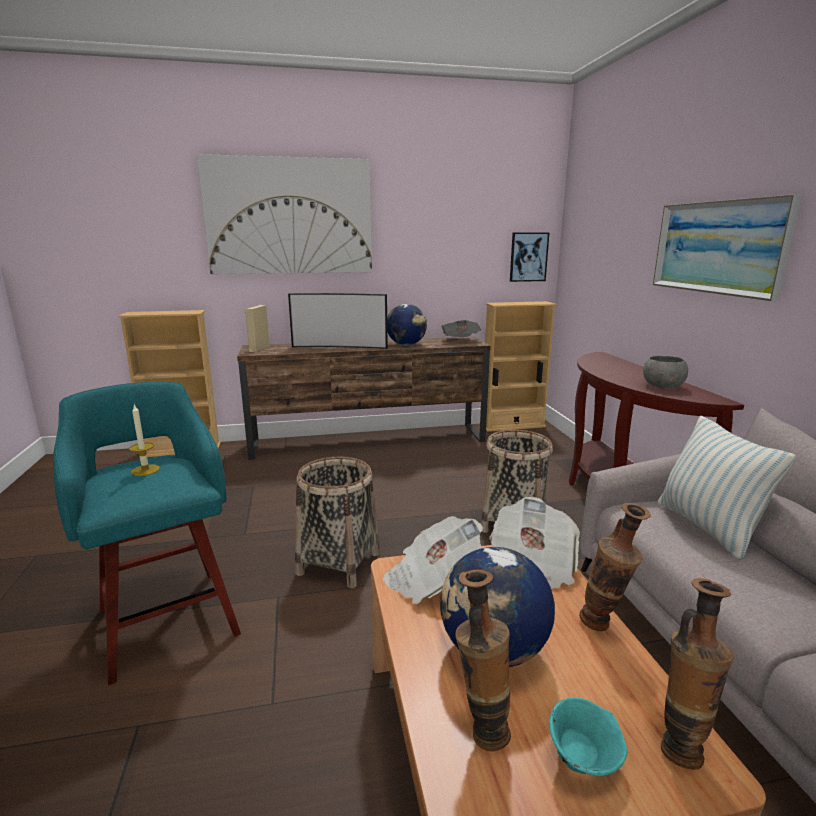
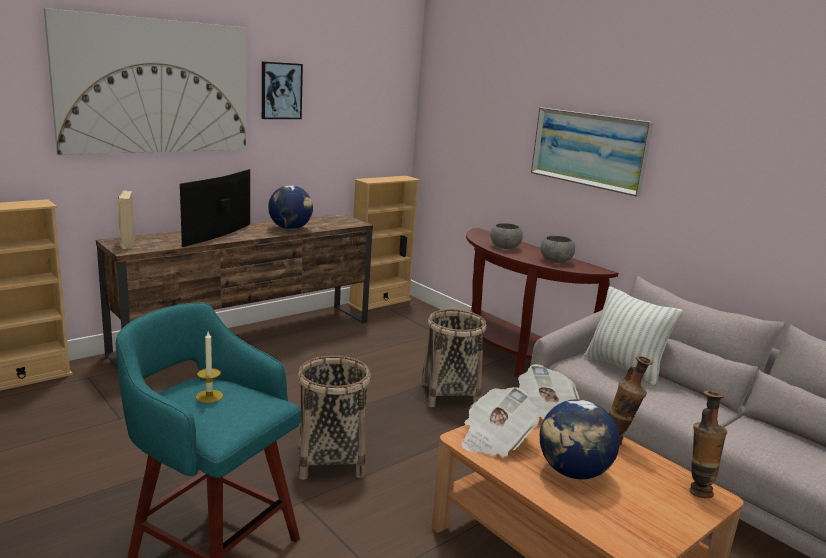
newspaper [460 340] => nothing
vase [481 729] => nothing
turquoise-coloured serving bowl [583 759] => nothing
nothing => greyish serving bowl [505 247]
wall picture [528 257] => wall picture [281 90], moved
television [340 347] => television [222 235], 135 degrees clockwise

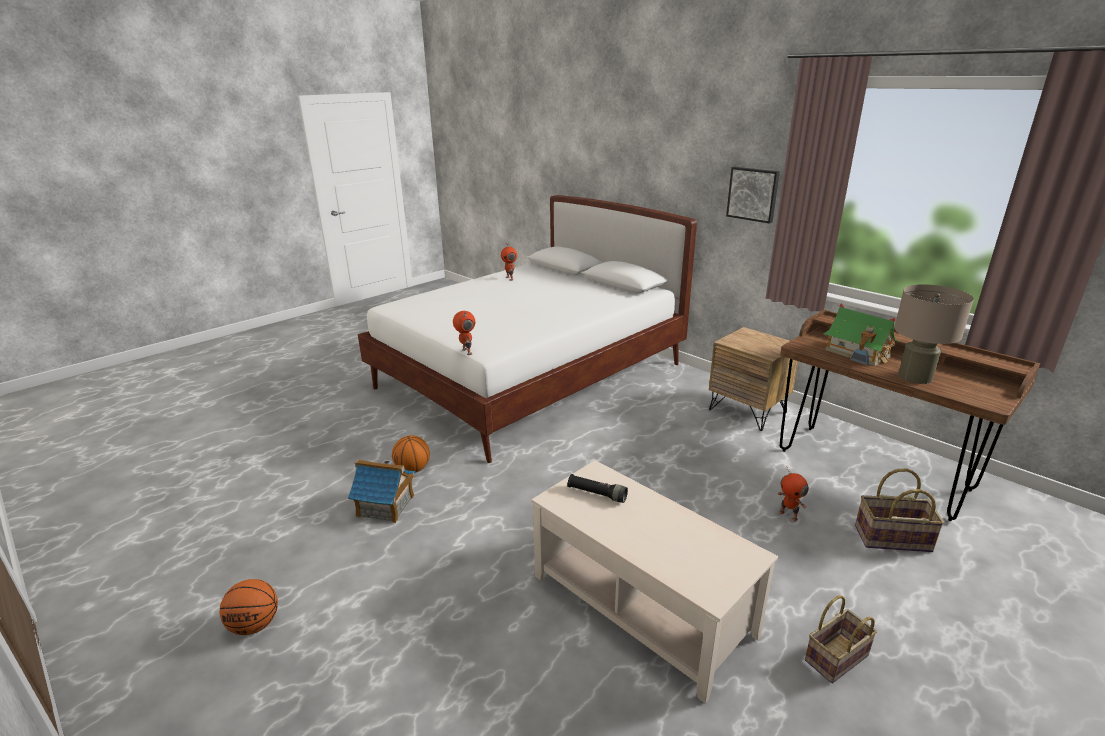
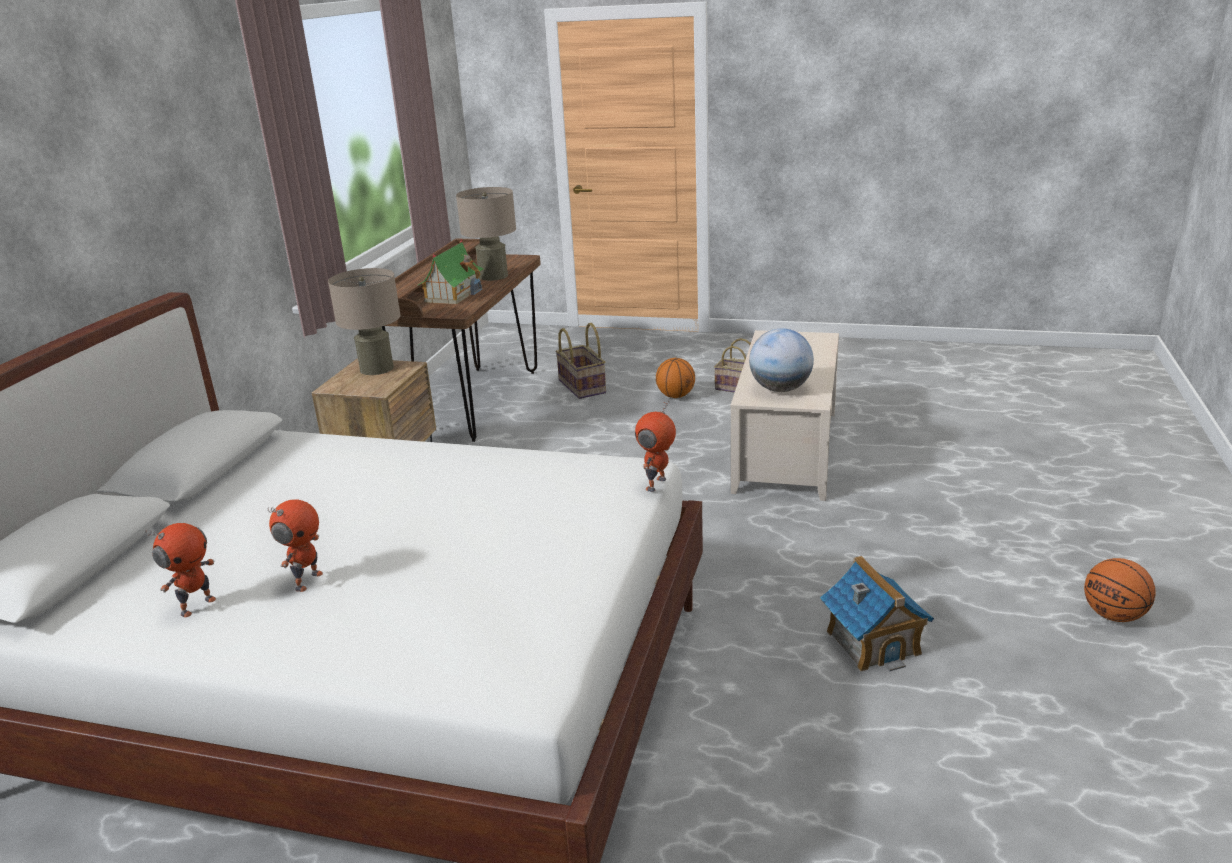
wall picture [753 194] => nothing
nothing => beige lamp for a table [377 368]
basketball ball [412 469] => basketball ball [676 396], moved
toy robot [788 515] => toy robot [307 581], moved
black-coloured torch [597 494] => desk globe [780 389]

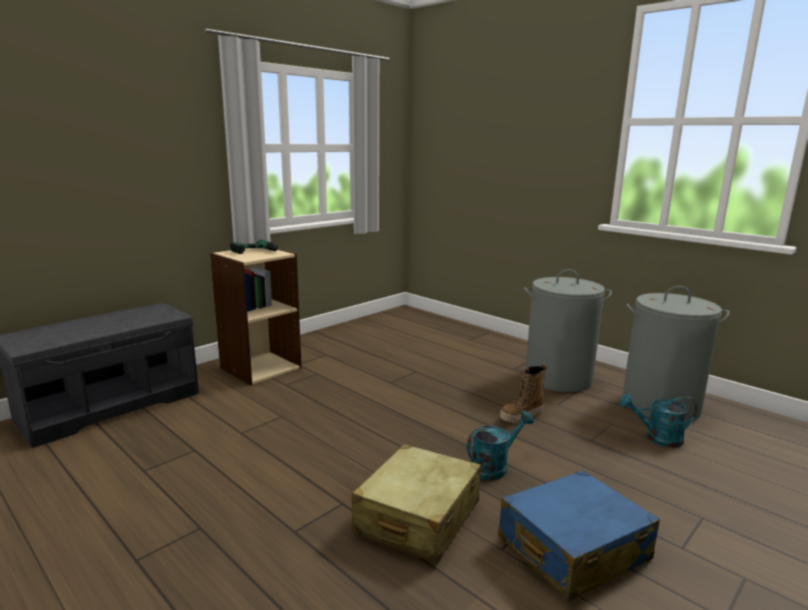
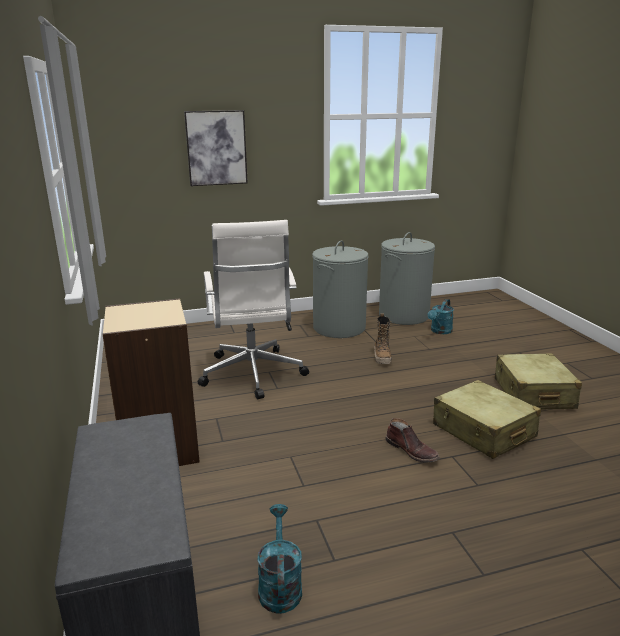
power drill [257 252] => nothing
nothing => wall picture [216 148]
nothing => whitish office chair [252 374]
nothing => brownish tall boot [412 451]
turquoise-coloured watering pot [494 466] => turquoise-coloured watering pot [279 585], moved
blue-coloured suitcase [572 549] => beige suitcase [533 393]

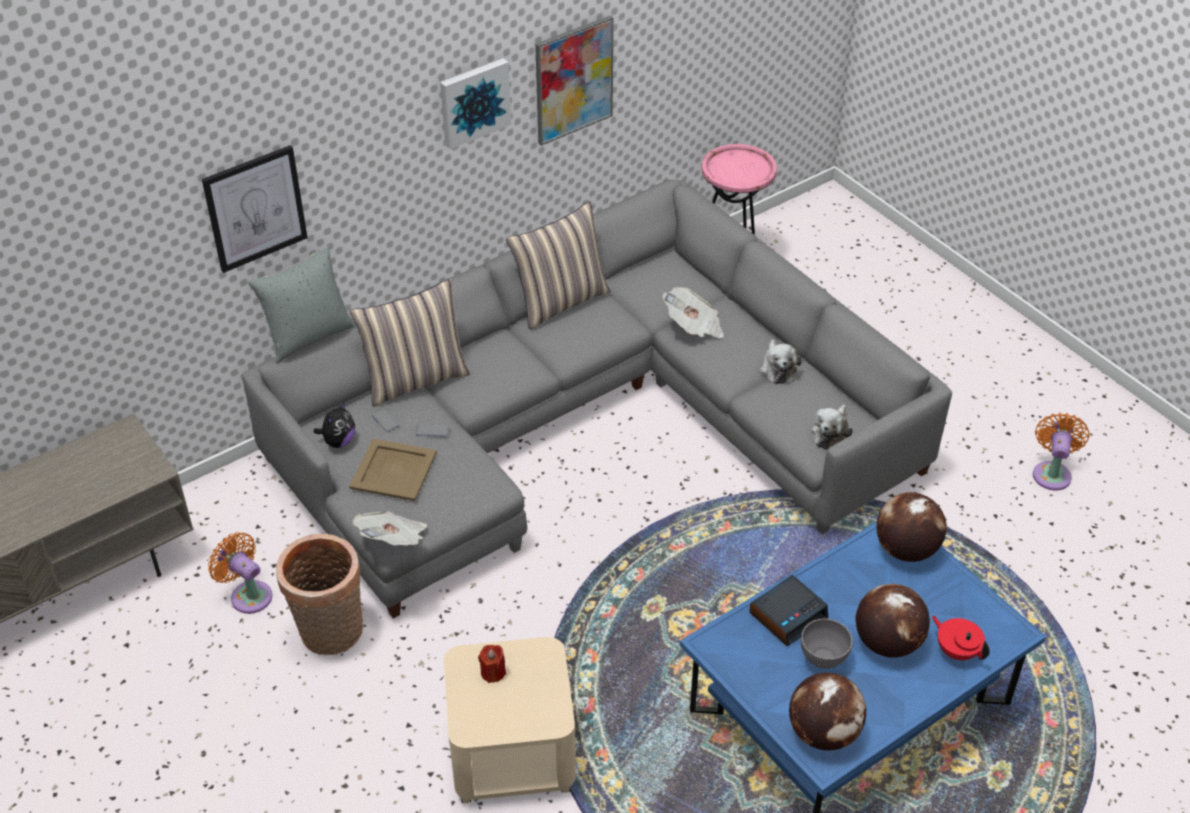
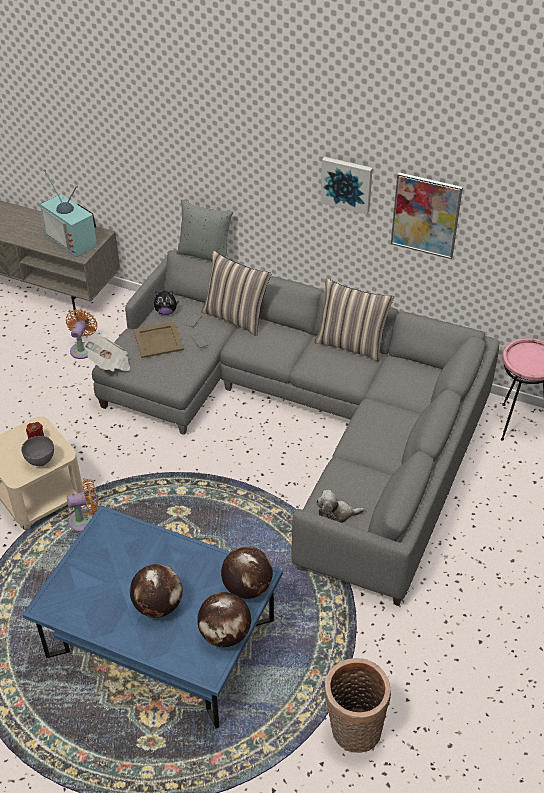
wall picture [255 208] => nothing
newspaper [693 327] => nothing
bedside clock [788 615] => nothing
soft toy [777 368] => nothing
red teapot [957 650] => nothing
nothing => television [74 240]
storage basket [330 635] => storage basket [353 732], moved
desk globe [824 733] => desk globe [225 634], moved
greyish serving bowl [822 662] => greyish serving bowl [40 462], moved
orange-coloured fan [1052 473] => orange-coloured fan [86 520], moved

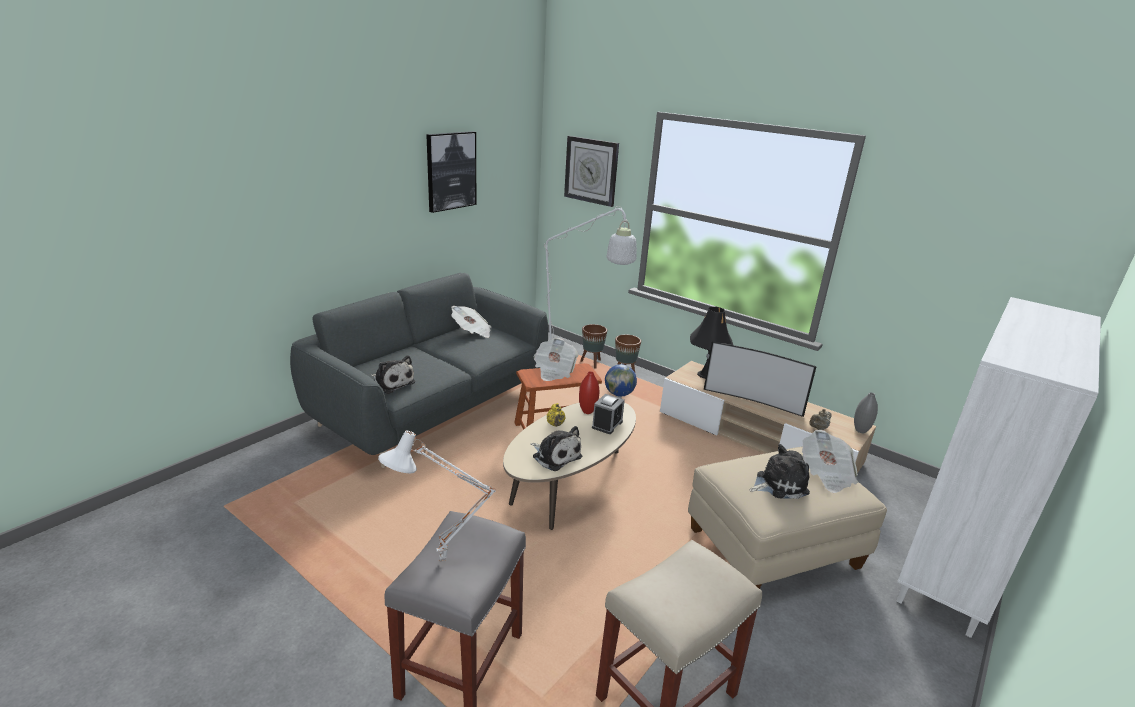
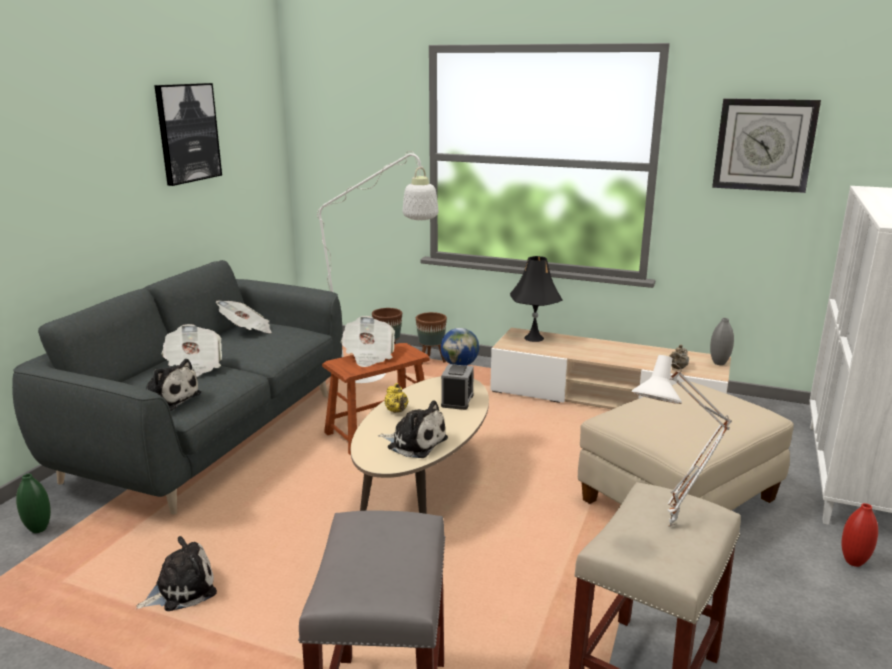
television [753 400] => nothing
nothing => green vase [39 529]
whitish lamp for a table [442 563] => whitish lamp for a table [674 527], moved
hanging clock [591 170] => hanging clock [764 145], moved
red vase [587 411] => red vase [853 562], moved
soft toy [778 484] => soft toy [181 589], moved
newspaper [826 474] => newspaper [194 366], moved

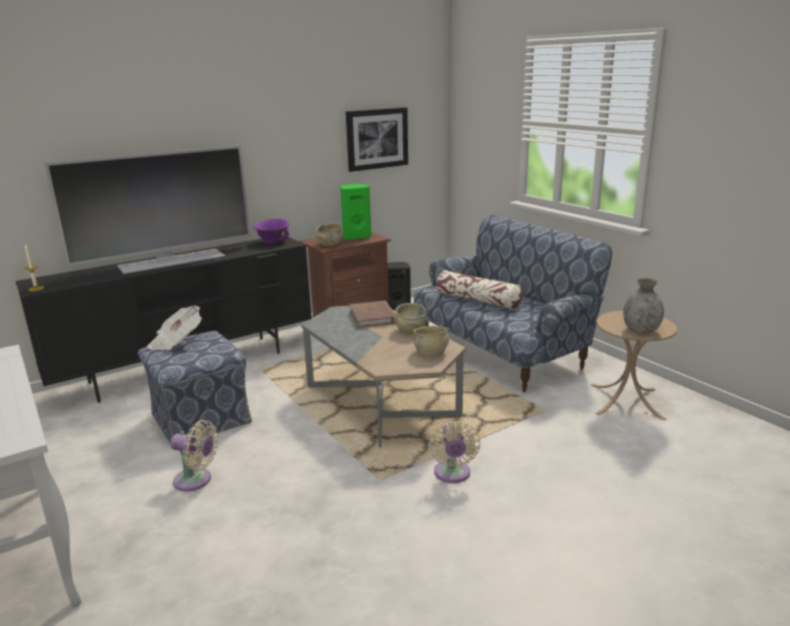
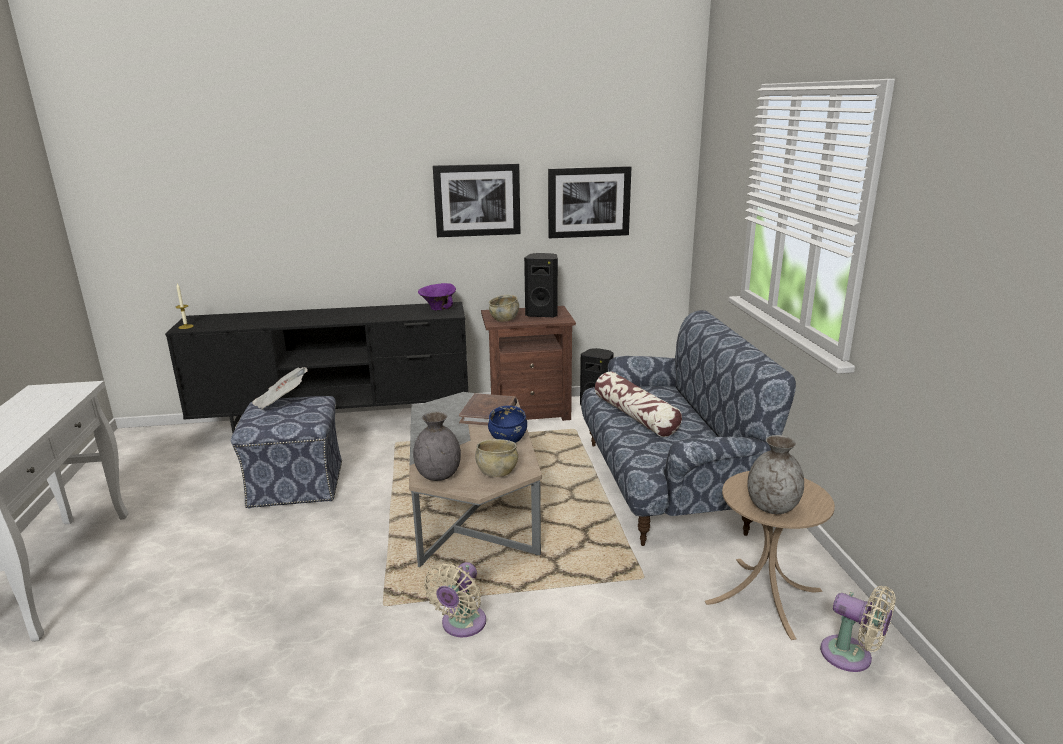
television [171 261] => nothing
nothing => greyish vase [438 475]
nothing => wall picture [477 200]
beige fan [196 480] => beige fan [851 657], moved
green speaker [356 237] => black-coloured speaker [542 314]
beige serving bowl [410 330] => blue-coloured serving bowl [508 439]

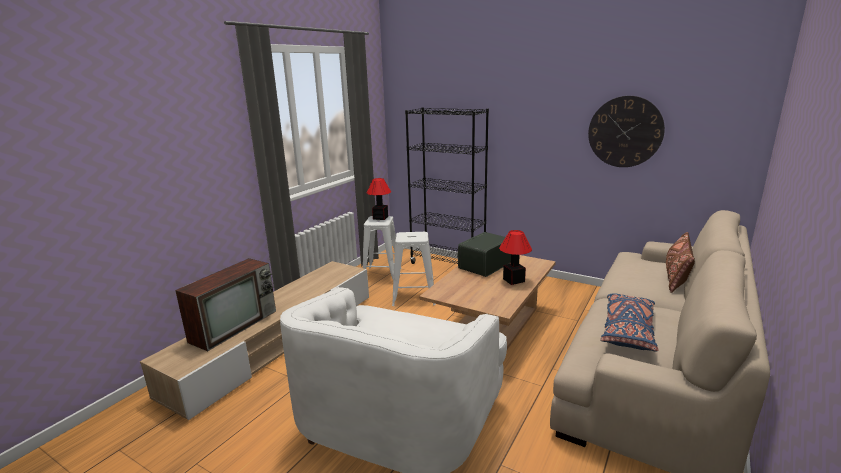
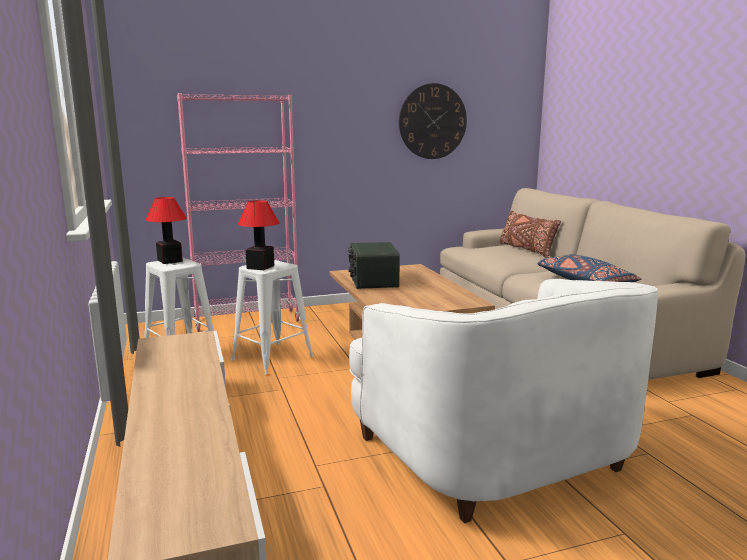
television [235 325] => nothing
lamp for a table [514 280] => lamp for a table [261 267], moved
black-coloured bookshelf [448 265] => pink-coloured bookshelf [247 320]

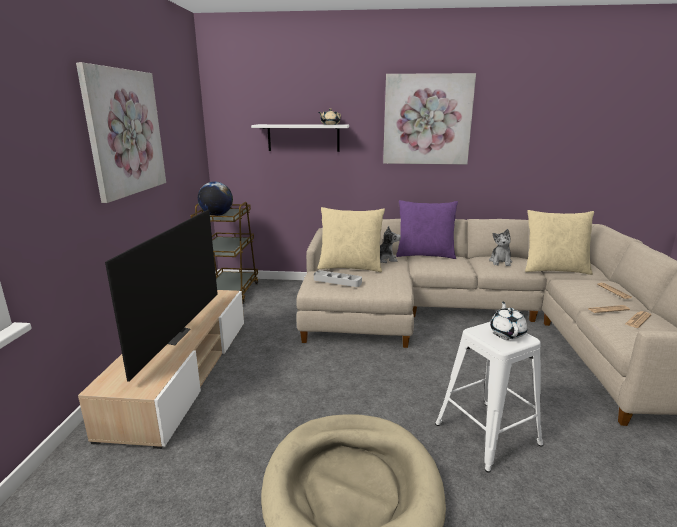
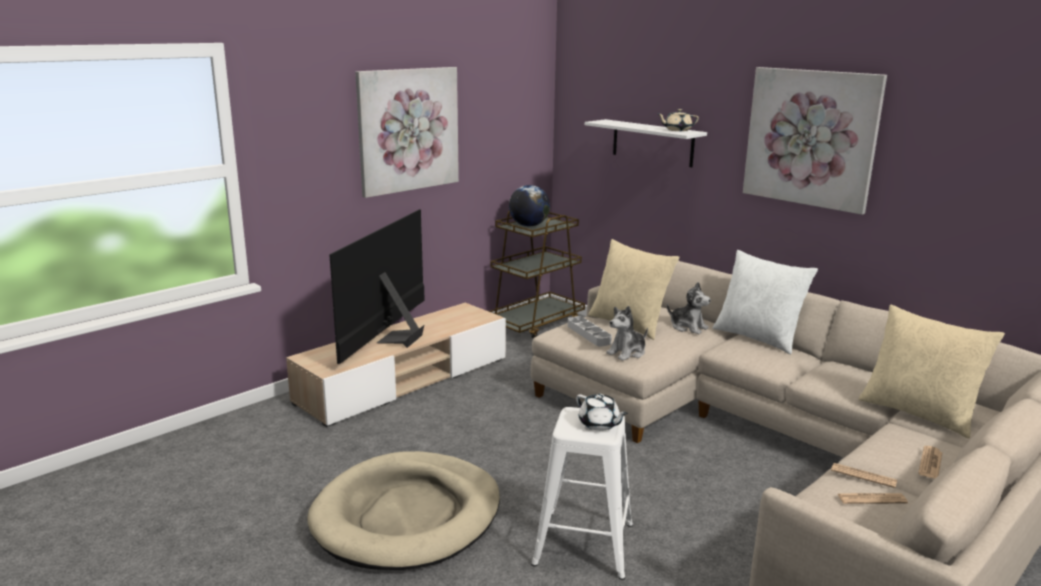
soft toy [500 261] => soft toy [627 353], moved
purple-coloured cushion [425 255] => whitish cushion [758 337]
television [172 336] => television [394 338], 150 degrees clockwise
whitish teapot [507 332] => whitish teapot [599 424], 90 degrees clockwise

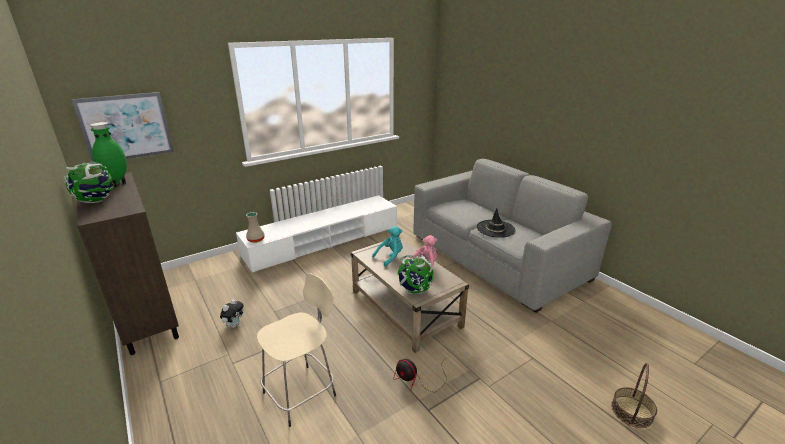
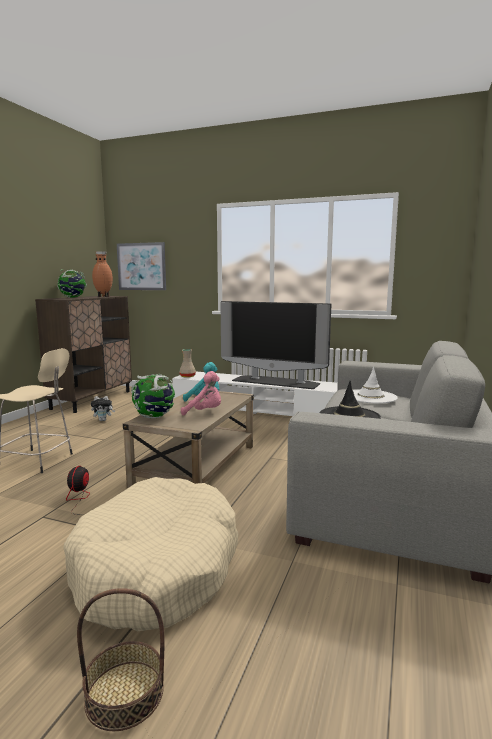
nothing => beige dog cushion [157 568]
nothing => television [276 382]
nothing => whitish clothing hat [370 397]
green vase [117 184] => brownish vase [103 296]

